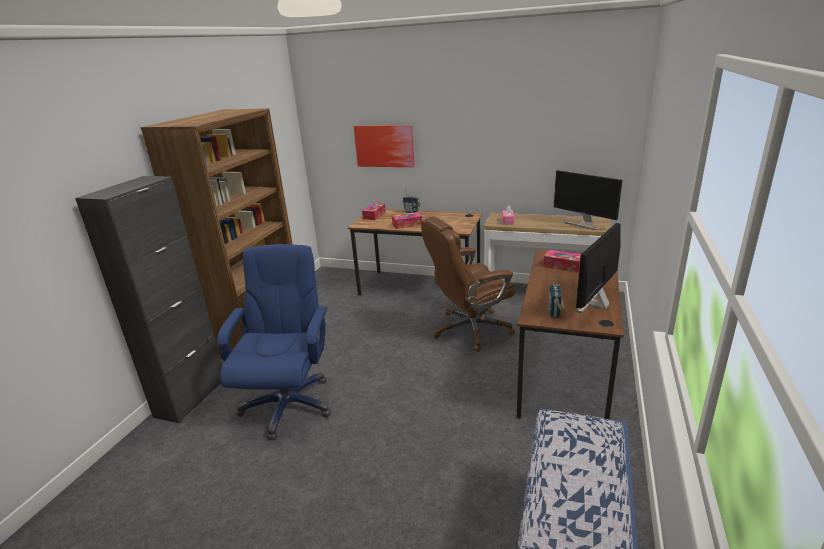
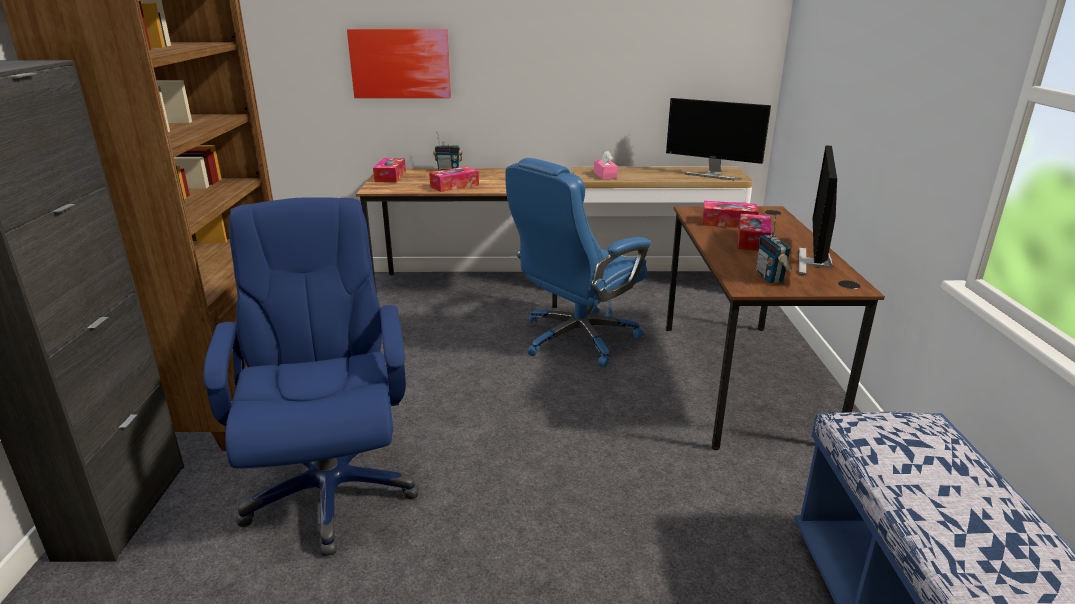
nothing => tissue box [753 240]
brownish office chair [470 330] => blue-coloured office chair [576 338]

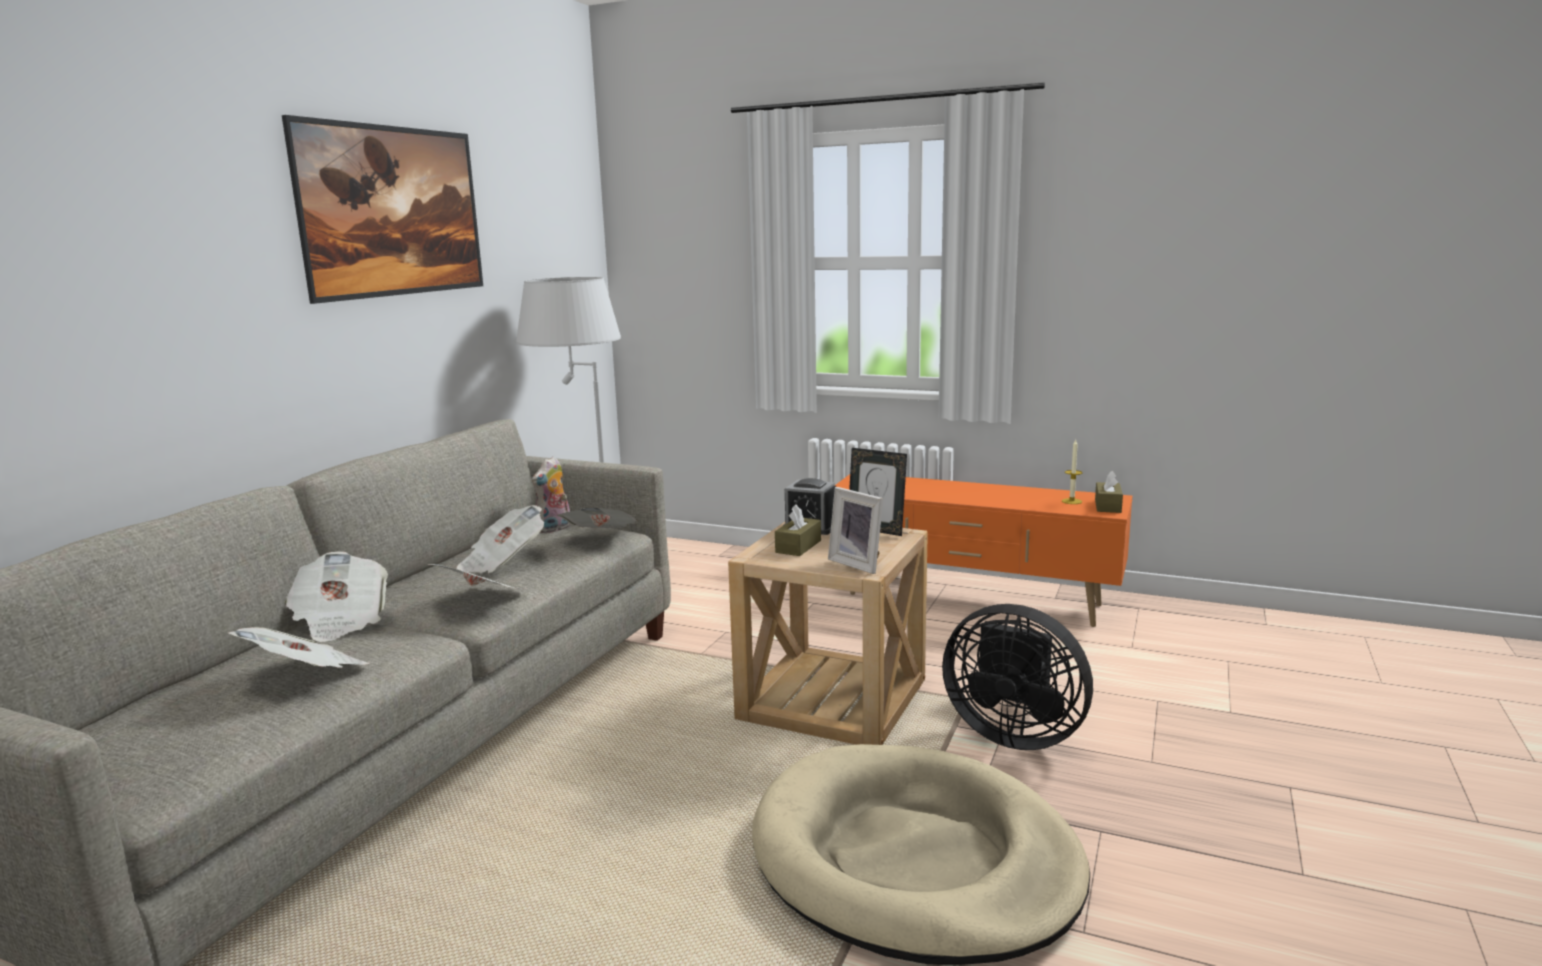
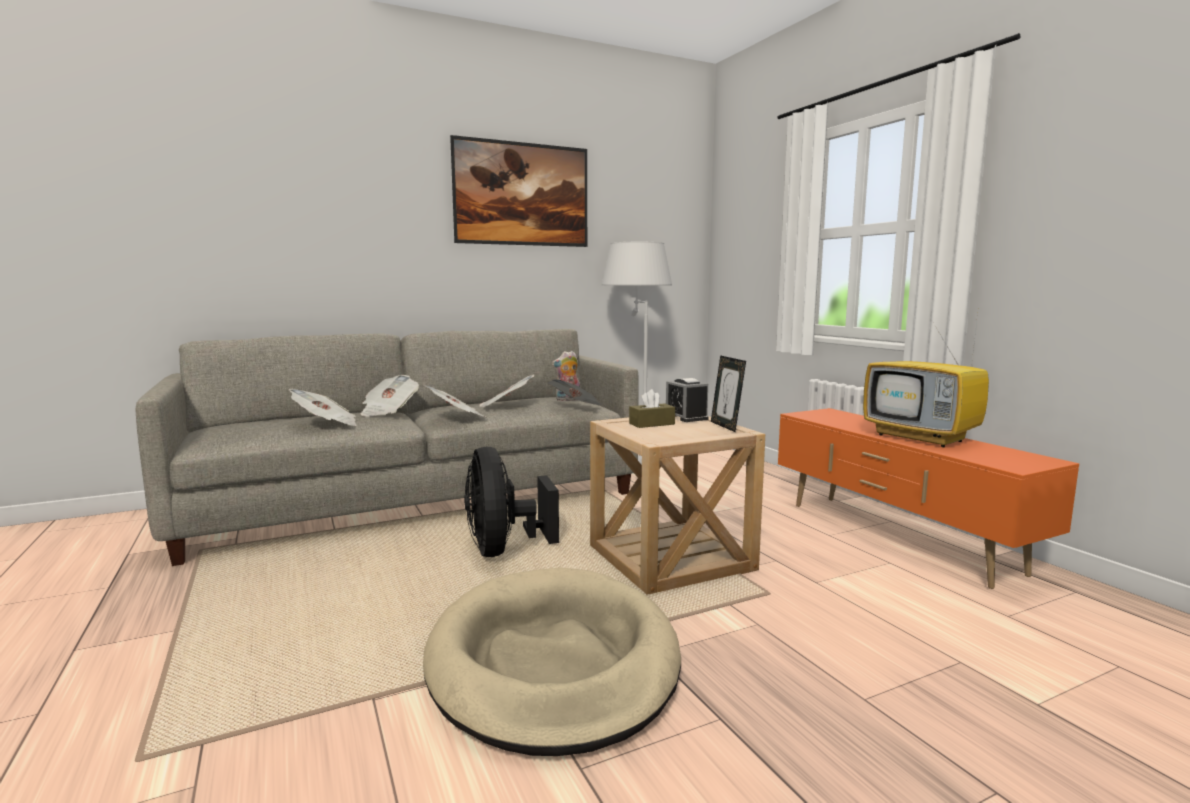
photo frame [859 563] => nothing
candle [1071 501] => nothing
brownish tissue box [1107 506] => nothing
nothing => television [922 438]
black-coloured fan [1013 733] => black-coloured fan [503 549], moved

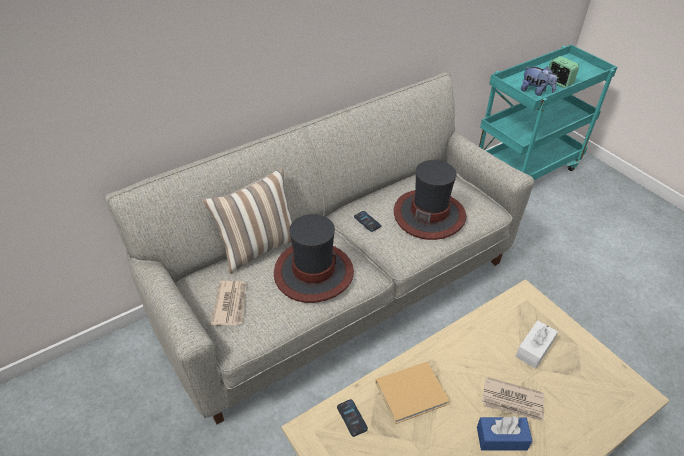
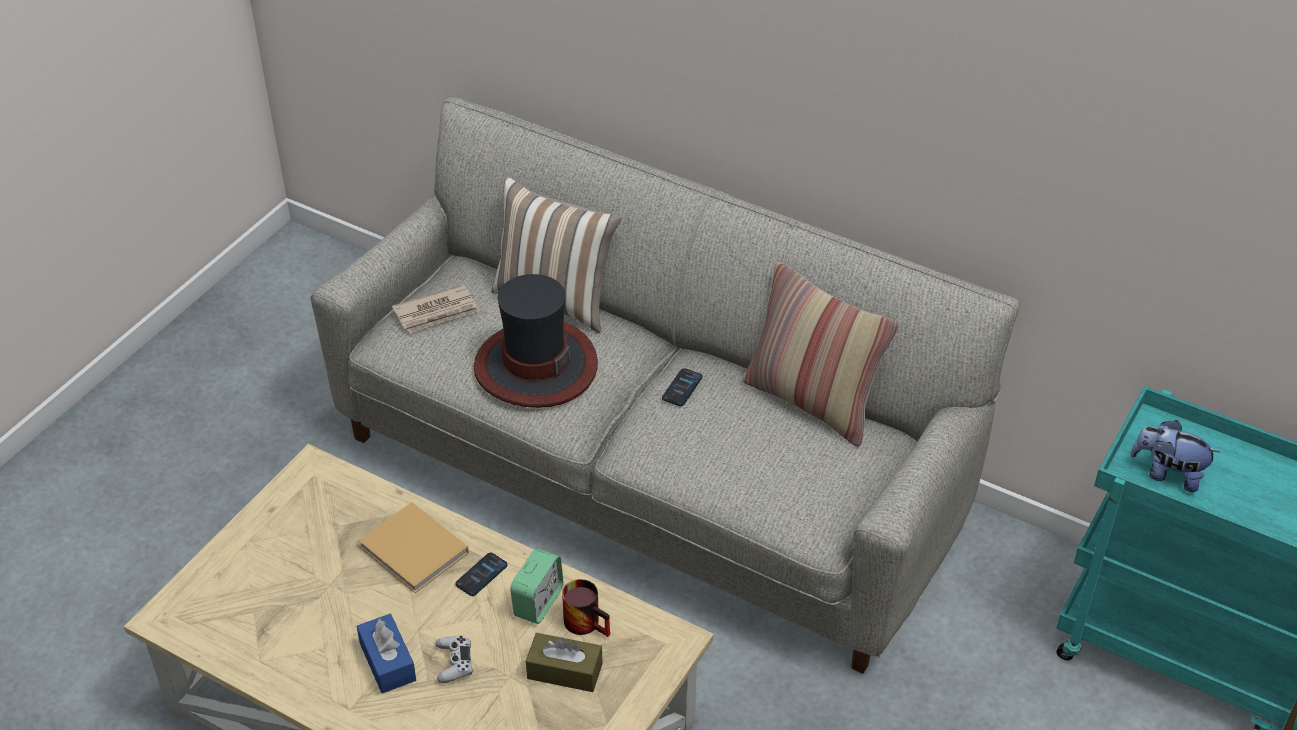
clothing hat [429 214] => nothing
nothing => coffee mug [588 622]
nothing => cushion [812 402]
phone [352 418] => phone [481 575], moved
bedside clock [559 83] => bedside clock [538 602], moved
newspaper [512 401] => whitish joypad [454 662]
whitish tissue box [534 349] => brownish tissue box [564 671]
soft toy [535 91] => soft toy [1167 474], 105 degrees clockwise

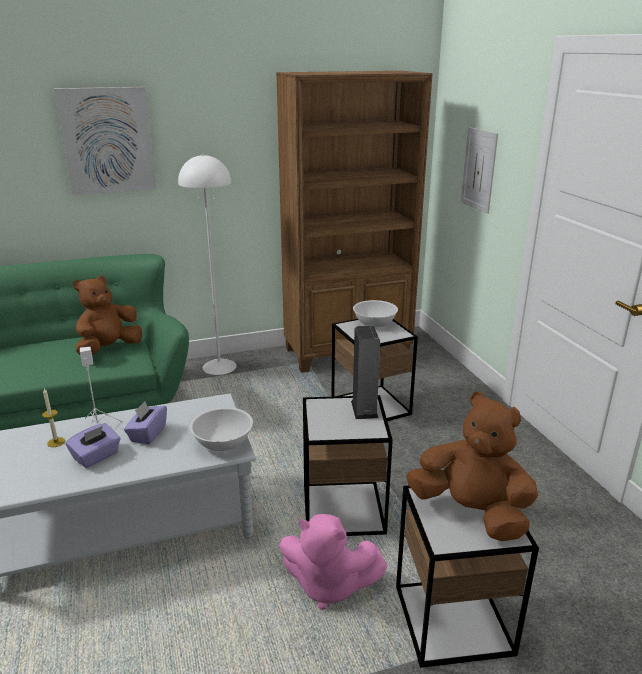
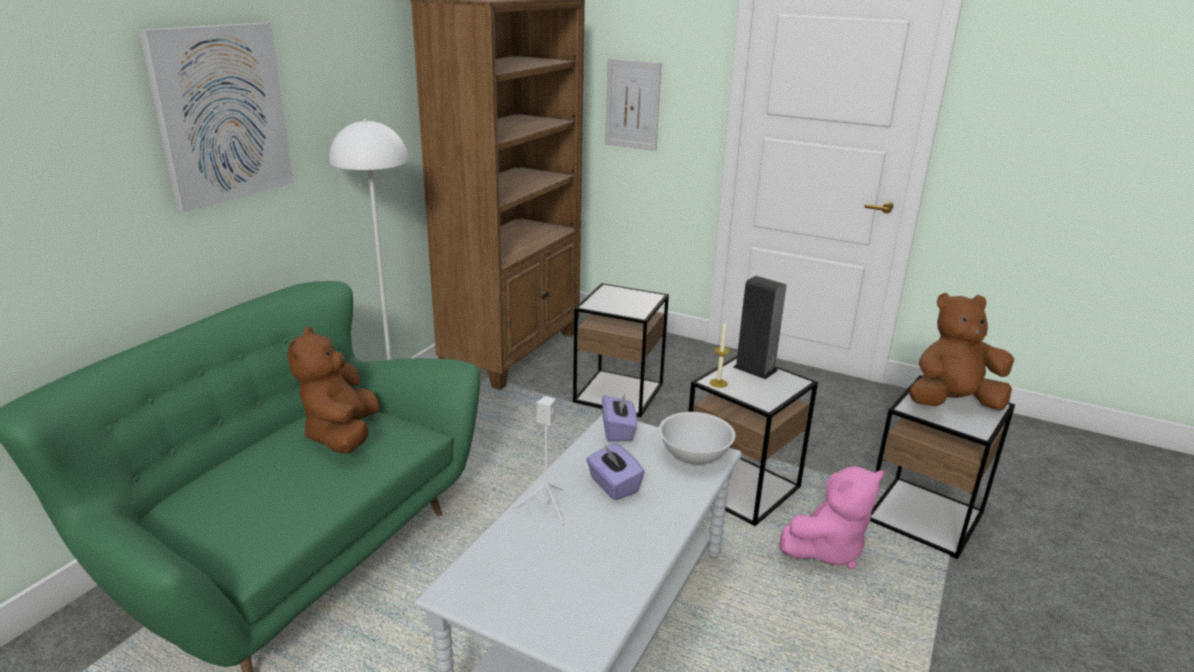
whitish serving bowl [375 323] => nothing
candle [56 442] => candle [718 383], moved
purple-coloured tissue box [96 456] => purple-coloured tissue box [618 431], moved

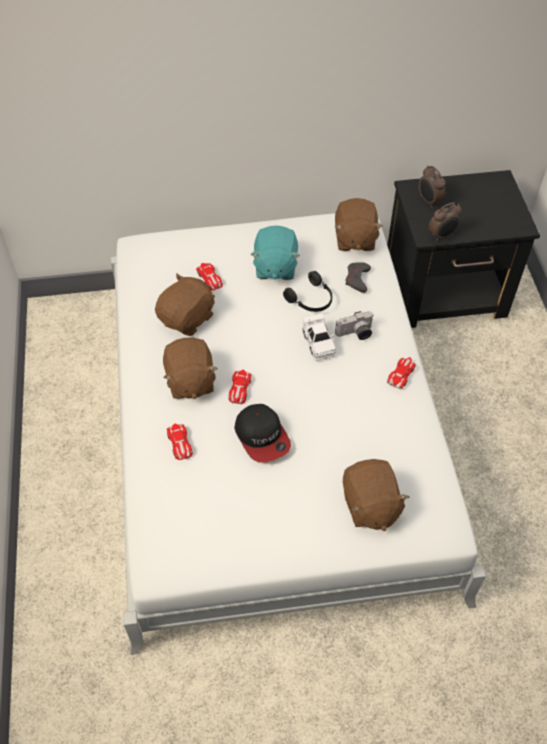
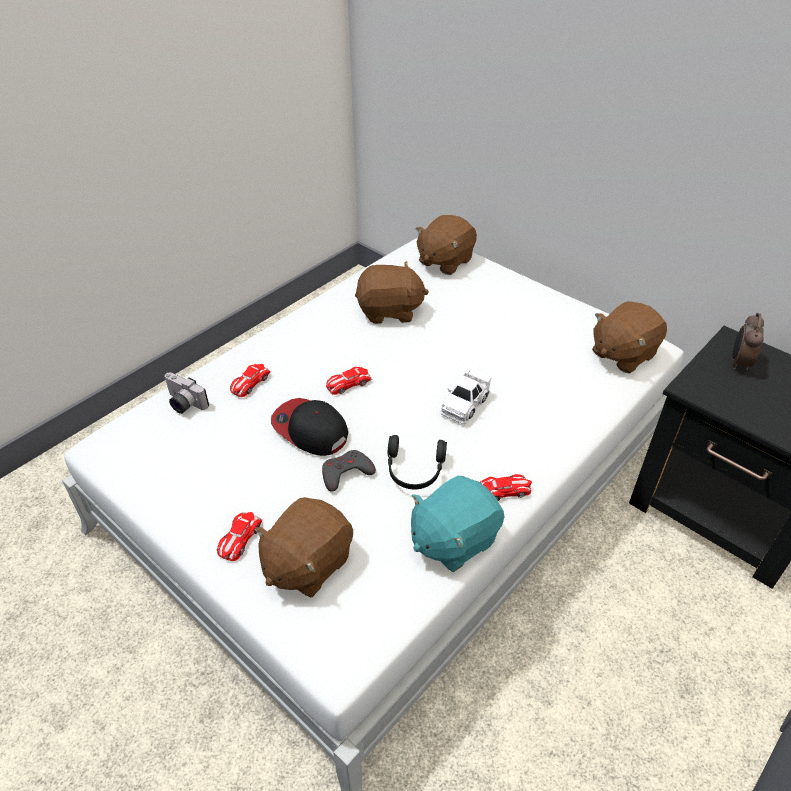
bedside clock [442 236] => nothing
brownish soft toy [190 381] => brownish soft toy [444 261], moved
model car [209 278] => model car [239 538], moved
turquoise-coloured soft toy [275 267] => turquoise-coloured soft toy [453 539], moved
black-coloured pair of headphones [311 299] => black-coloured pair of headphones [414 470], moved
photo camera [355 334] => photo camera [183 404], moved
greyish joypad [357 279] => greyish joypad [346 473], moved
cap [262 436] => cap [310 429], 105 degrees clockwise

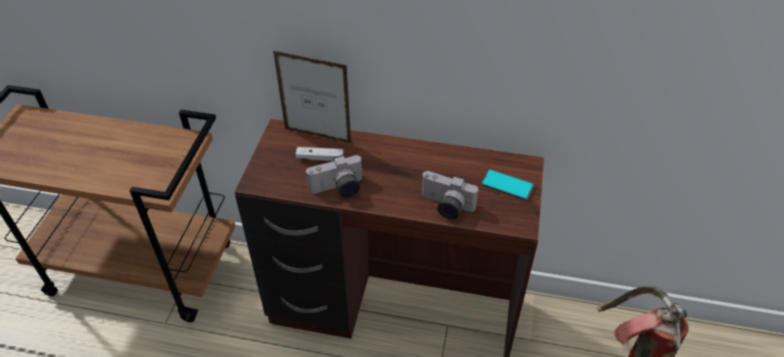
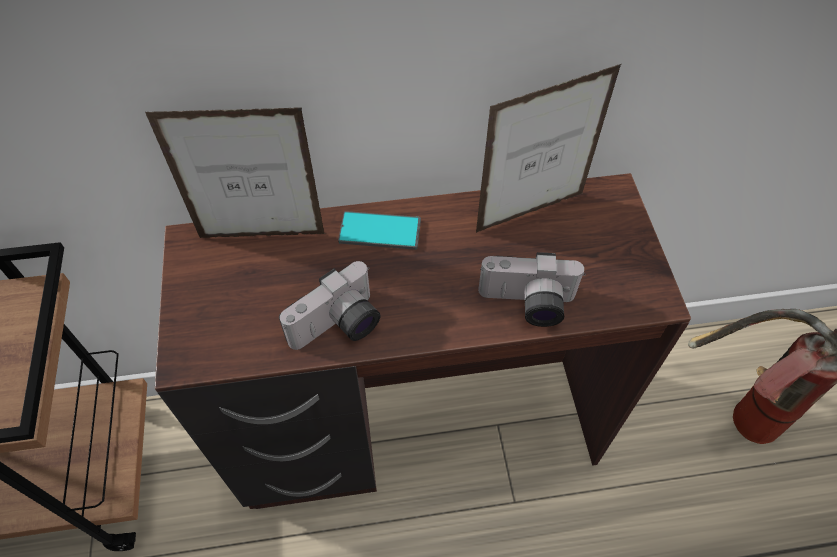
whitish joypad [320 158] => nothing
nothing => photo frame [530 212]
phone [507 185] => phone [380 231], moved

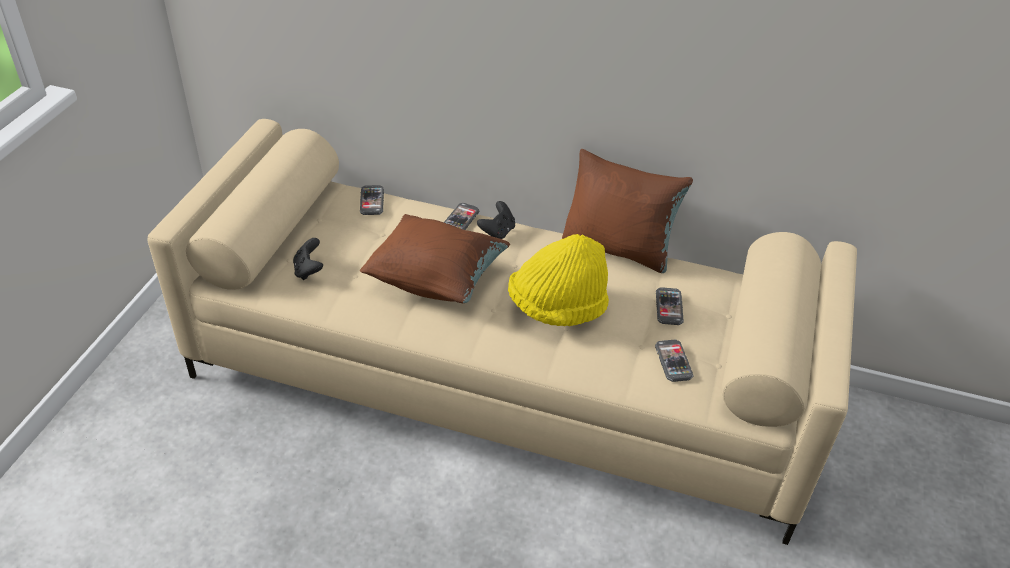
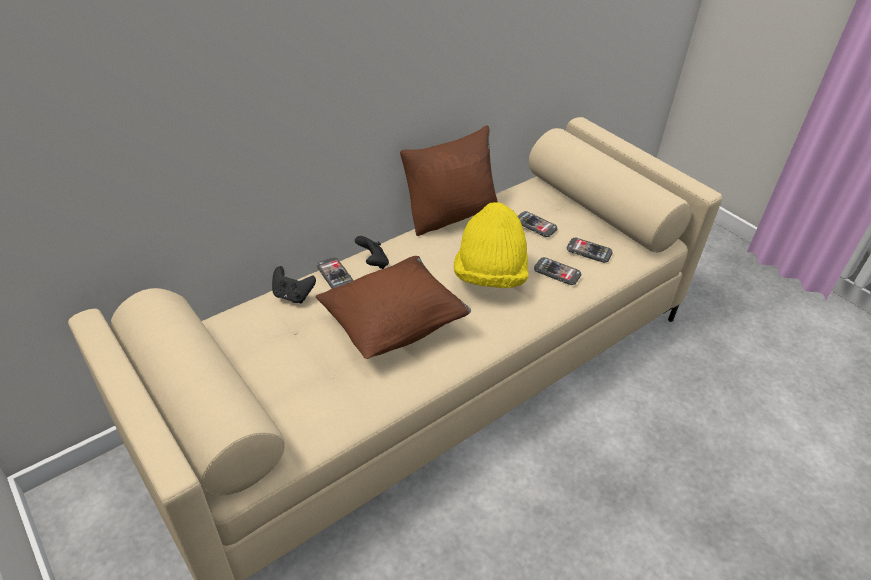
black-coloured joypad [309 270] => black-coloured joypad [293 296], moved
phone [372 201] => phone [557 272], moved

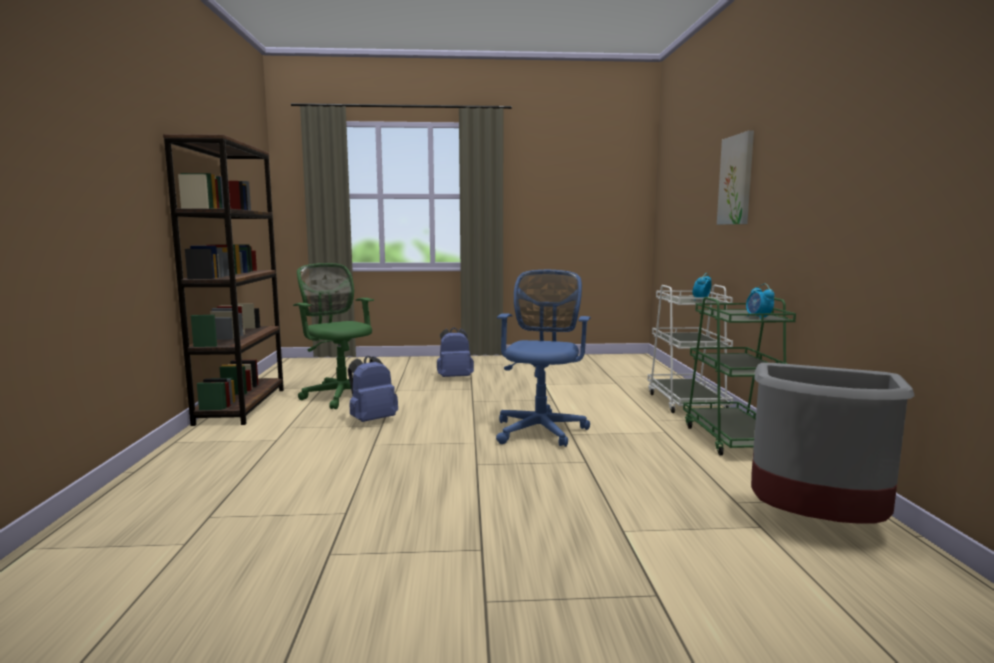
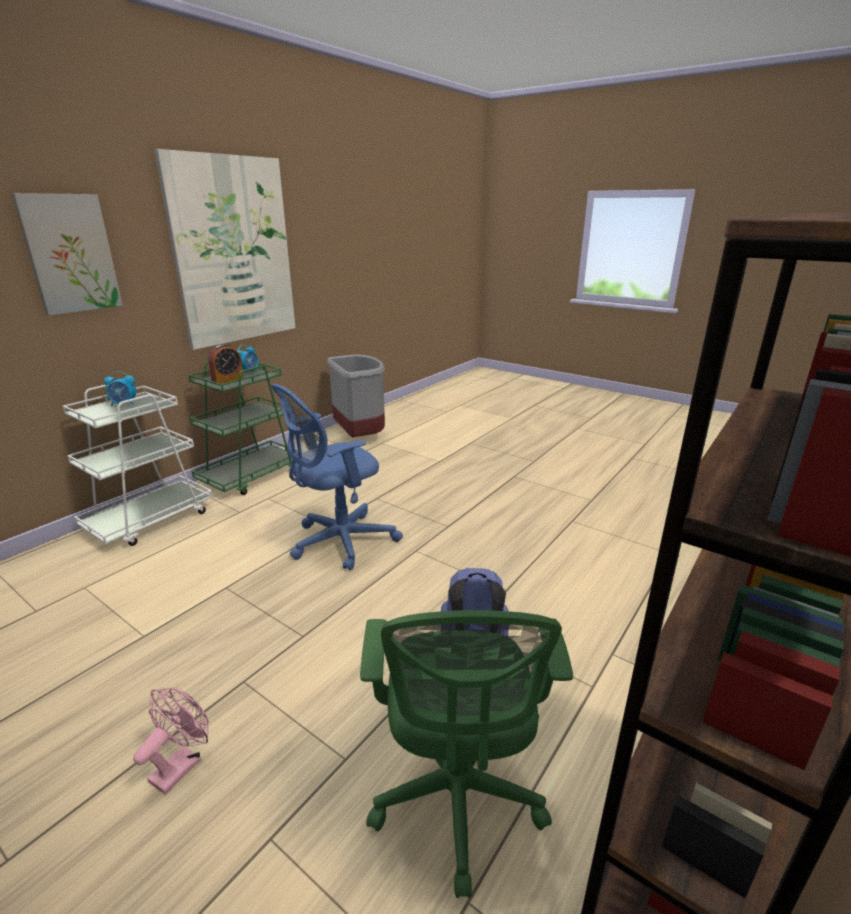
nothing => wall picture [233 252]
nothing => bedside clock [228 380]
blue-coloured knapsack [455 378] => pink-coloured fan [181 764]

